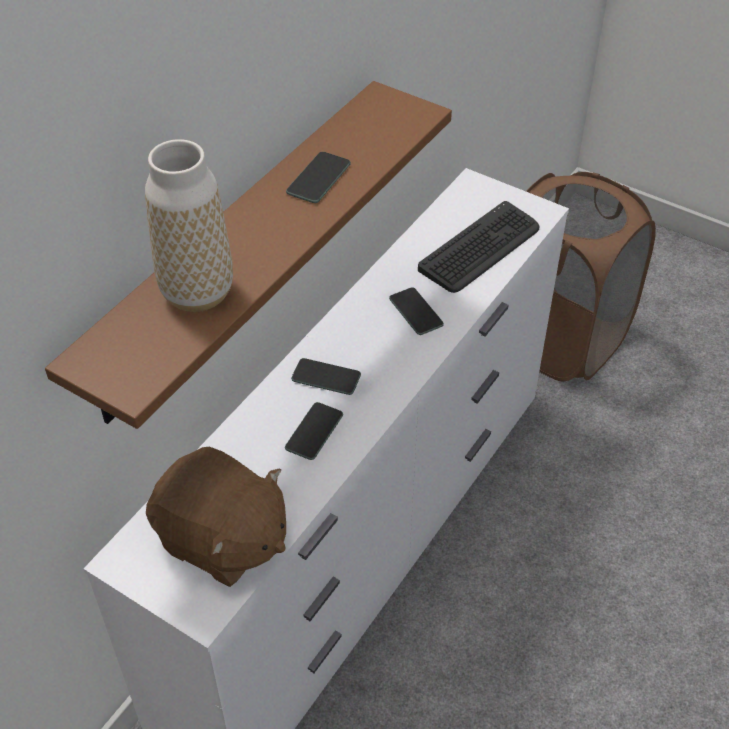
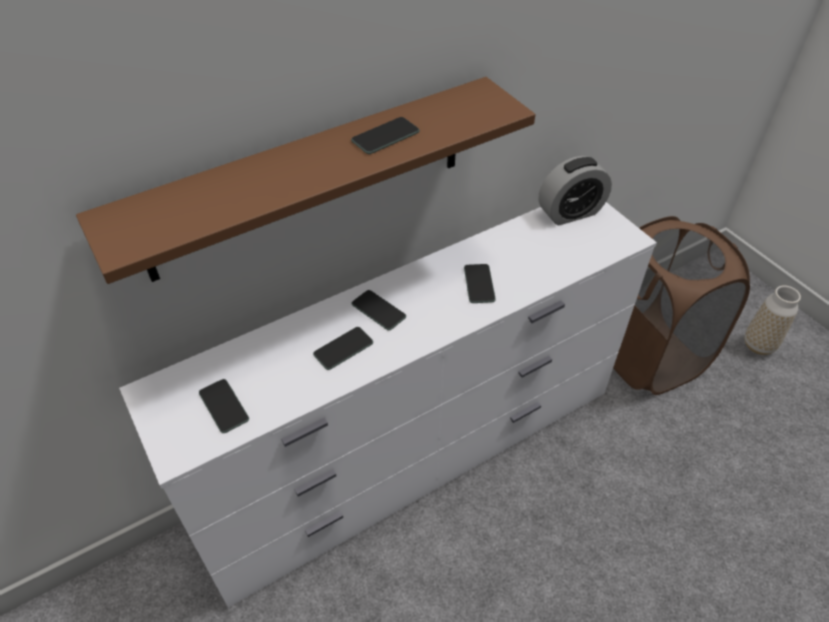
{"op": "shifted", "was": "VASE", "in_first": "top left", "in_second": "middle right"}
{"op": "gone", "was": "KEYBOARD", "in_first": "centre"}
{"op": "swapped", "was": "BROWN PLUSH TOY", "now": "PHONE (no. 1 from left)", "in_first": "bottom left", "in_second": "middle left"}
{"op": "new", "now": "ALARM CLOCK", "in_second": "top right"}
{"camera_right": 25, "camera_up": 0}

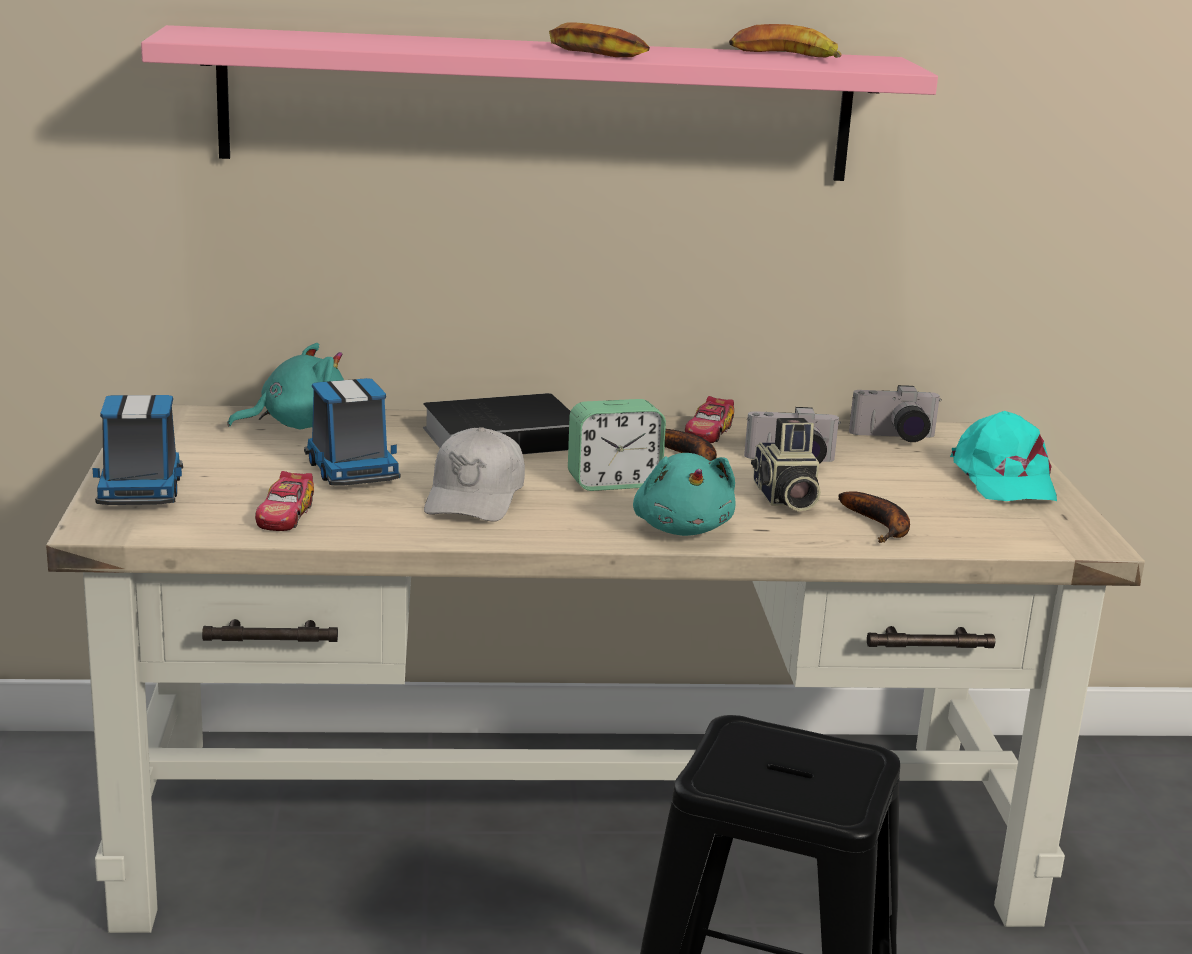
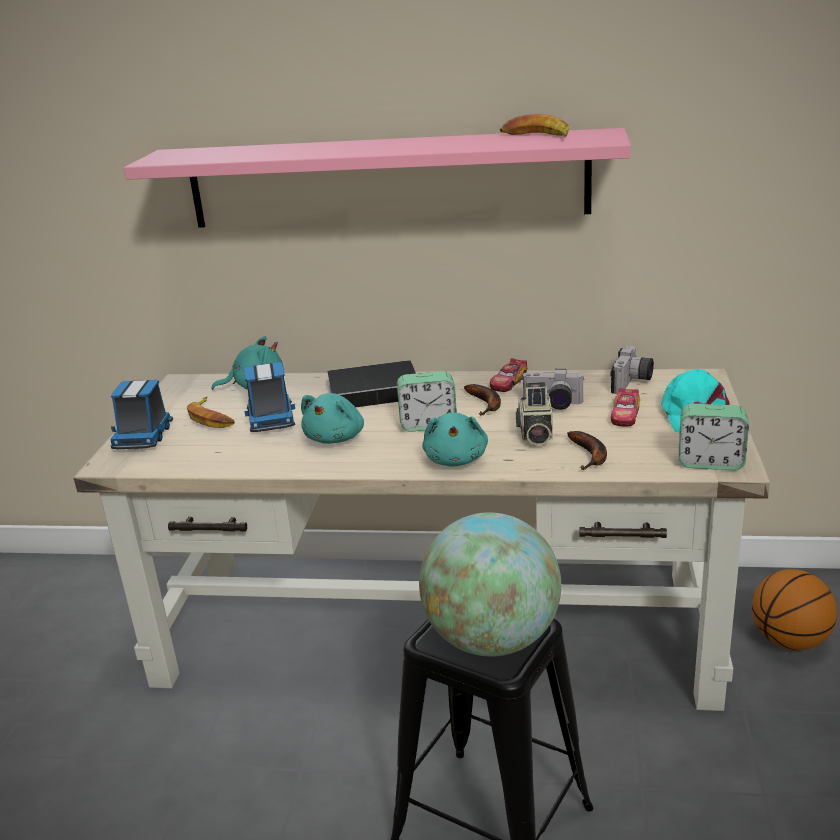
{"op": "shifted", "was": "BANANA (no. 1 from left)", "in_first": "top centre", "in_second": "middle left"}
{"op": "rotated", "was": "PHOTO CAMERA (no. 3 from left)", "in_first": "middle right", "in_second": "middle right", "clockwise": -75}
{"op": "swapped", "was": "WHITE CAP", "now": "TURQUOISE PLUSH TOY (no. 2 from left)", "in_first": "centre", "in_second": "centre"}
{"op": "shifted", "was": "TOY CAR (no. 1 from left in the first image)", "now": "TOY CAR (no. 2 from left)", "in_first": "middle left", "in_second": "middle right"}
{"op": "new", "now": "ALARM CLOCK (no. 2 from left)", "in_second": "middle right"}
{"op": "new", "now": "GLOBE", "in_second": "bottom centre"}
{"op": "new", "now": "BASKETBALL", "in_second": "bottom right"}
{"camera_right": 15, "camera_up": 5}

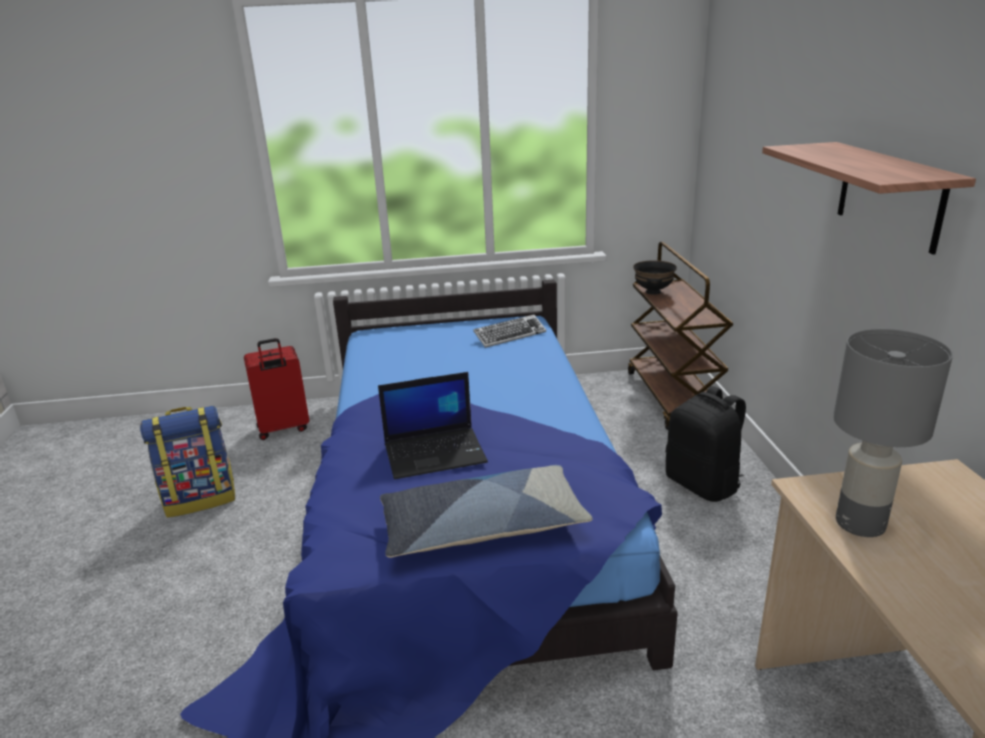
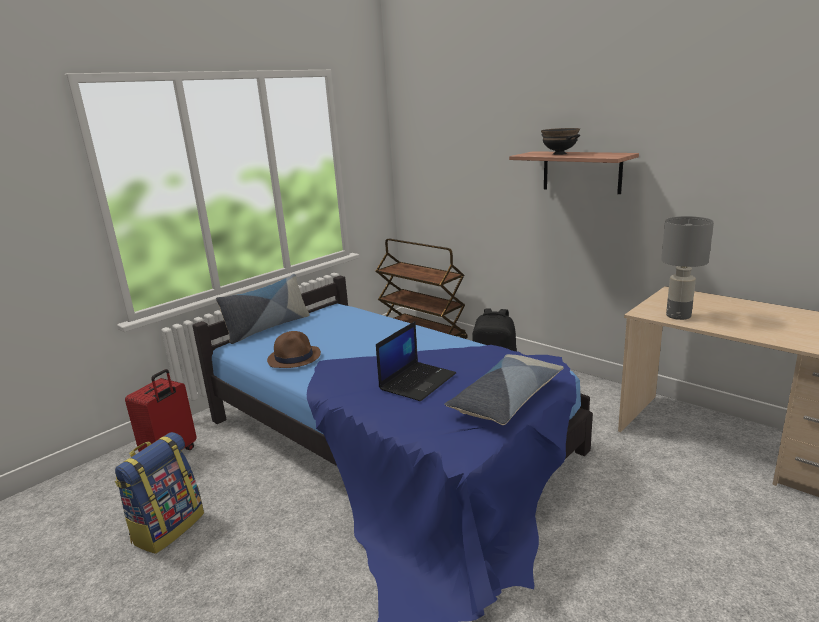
{"op": "shifted", "was": "BLACK BOWL", "in_first": "centre", "in_second": "top right"}
{"op": "gone", "was": "KEYBOARD", "in_first": "centre"}
{"op": "new", "now": "PILLOW (no. 1 from left)", "in_second": "middle left"}
{"op": "new", "now": "BROWN HAT", "in_second": "centre"}
{"camera_right": -40, "camera_up": -5}

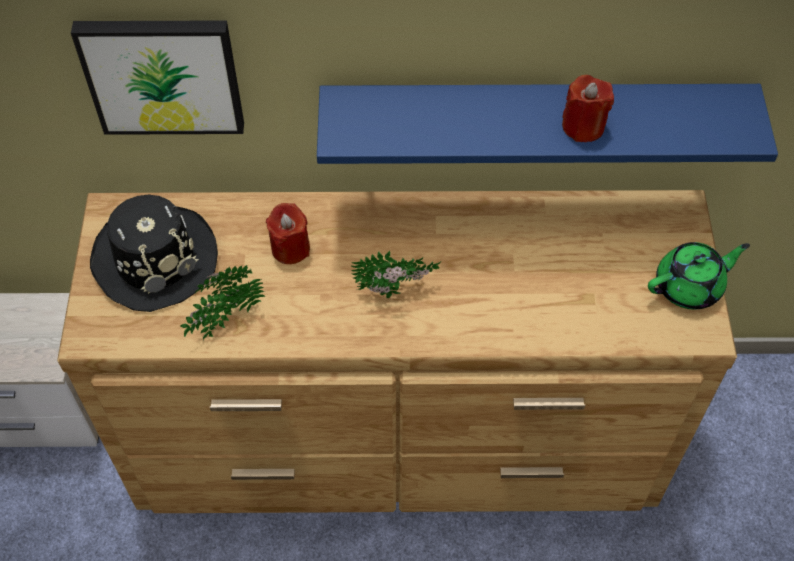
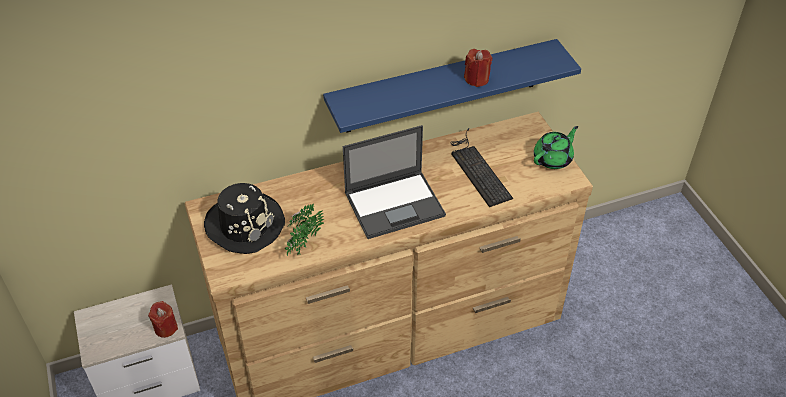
{"op": "gone", "was": "PICTURE", "in_first": "top left"}
{"op": "shifted", "was": "RED CANDLE (no. 1 from left)", "in_first": "centre", "in_second": "bottom left"}
{"op": "swapped", "was": "POTTED PLANT (no. 2 from left)", "now": "LAPTOP", "in_first": "centre", "in_second": "centre"}
{"op": "new", "now": "KEYBOARD", "in_second": "centre"}
{"camera_right": -20, "camera_up": -10}

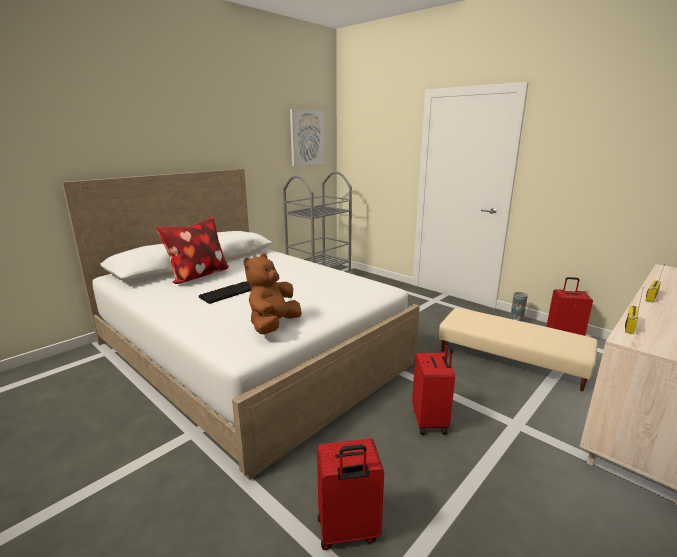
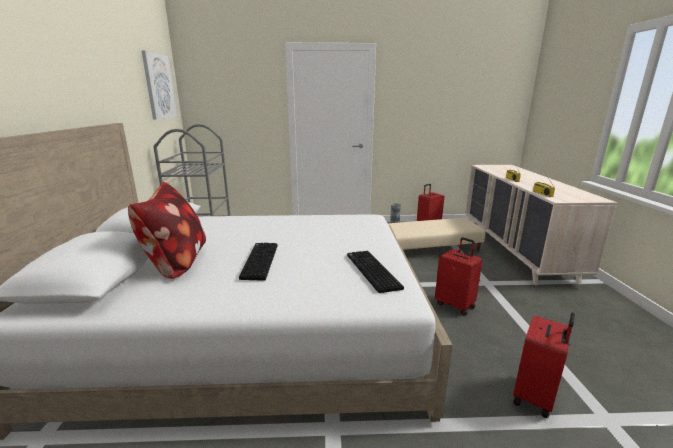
{"op": "swapped", "was": "BROWN PLUSH TOY", "now": "KEYBOARD (no. 2 from left)", "in_first": "centre", "in_second": "centre"}
{"camera_right": -45, "camera_up": 0}

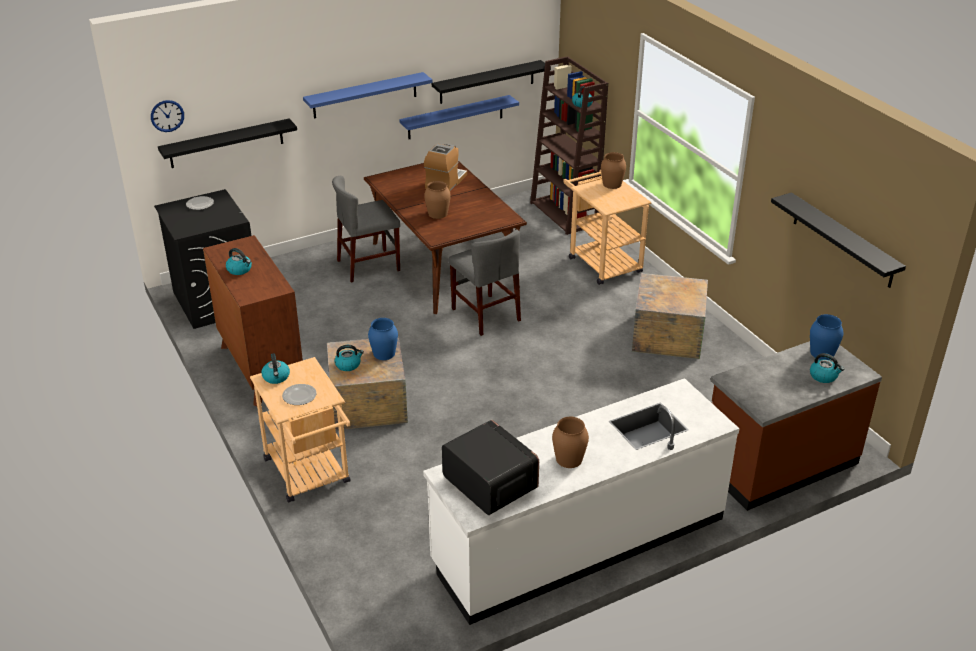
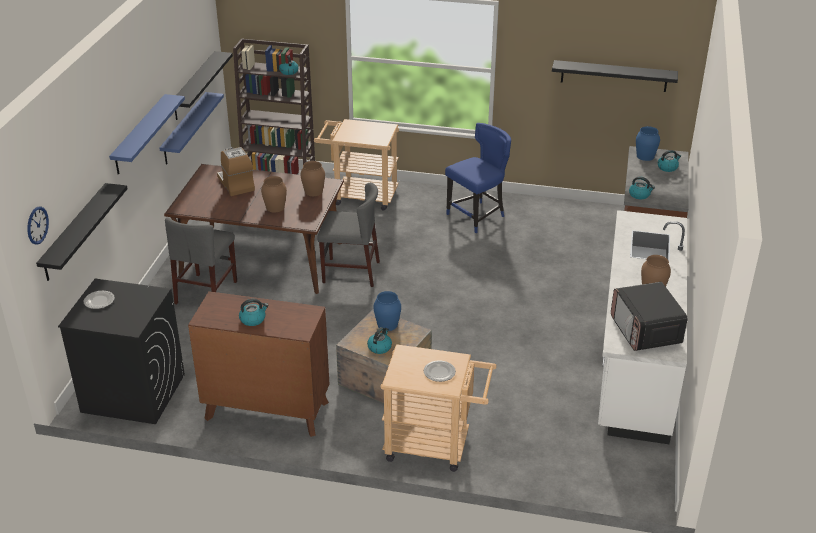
{"op": "shifted", "was": "BROWN VASE (no. 3 from left in the first image)", "now": "BROWN VASE (no. 2 from left)", "in_first": "top centre", "in_second": "centre"}
{"op": "swapped", "was": "CRATE (no. 2 from left)", "now": "BLUE CHAIR", "in_first": "middle right", "in_second": "centre"}
{"op": "shifted", "was": "KETTLE (no. 2 from left in the first image)", "now": "KETTLE (no. 4 from left)", "in_first": "middle left", "in_second": "middle right"}
{"op": "rotated", "was": "MICROWAVE", "in_first": "bottom centre", "in_second": "middle right", "clockwise": -105}
{"camera_right": -50, "camera_up": 0}

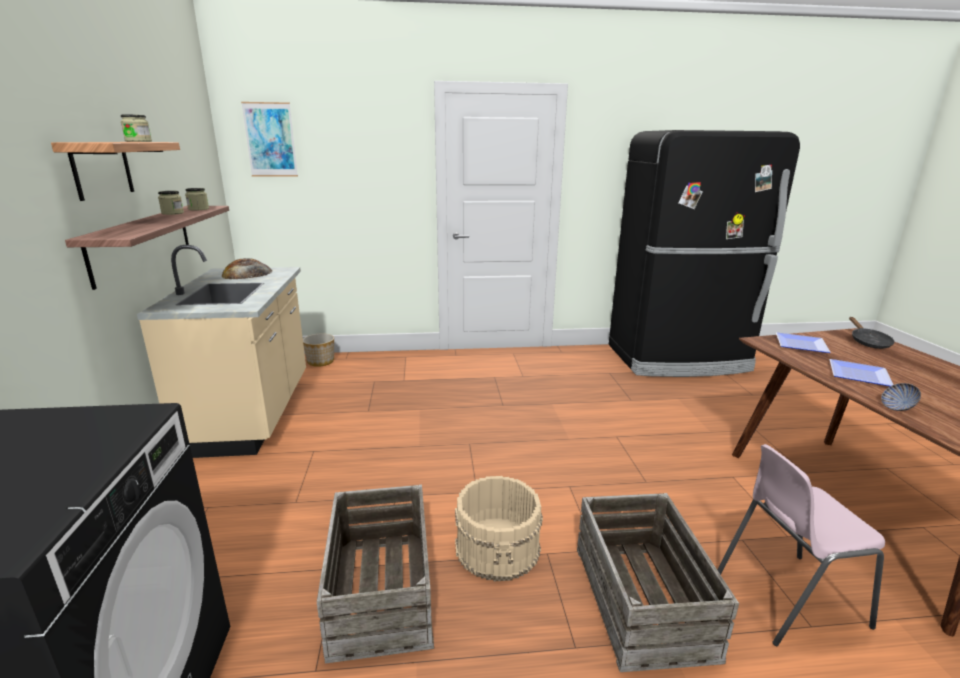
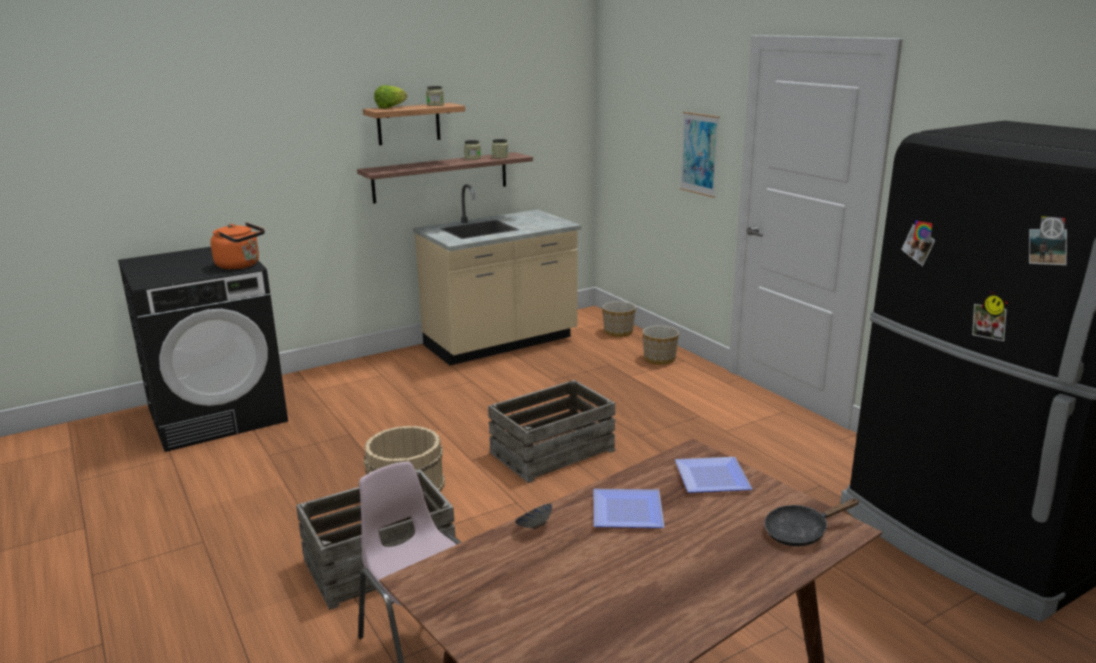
{"op": "shifted", "was": "PICTURE", "in_first": "top left", "in_second": "top centre"}
{"op": "gone", "was": "BREAD", "in_first": "middle left"}
{"op": "shifted", "was": "CRATE (no. 1 from left in the first image)", "now": "CRATE (no. 2 from left)", "in_first": "bottom centre", "in_second": "centre"}
{"op": "new", "now": "LETTUCE", "in_second": "top centre"}
{"op": "new", "now": "ORANGE KETTLE", "in_second": "middle left"}
{"op": "new", "now": "PLANTER (no. 2 from left)", "in_second": "centre"}
{"camera_right": 65, "camera_up": 0}

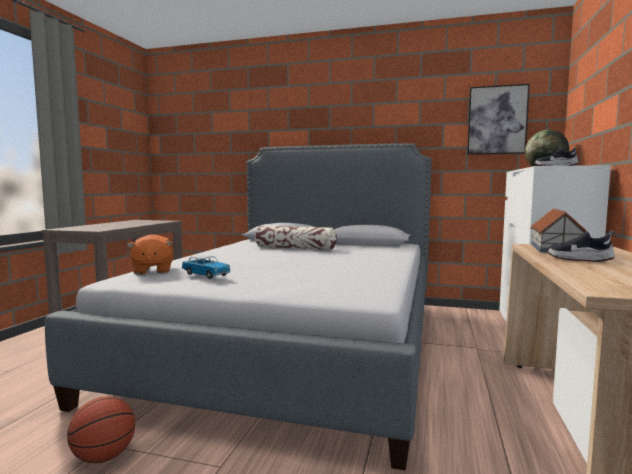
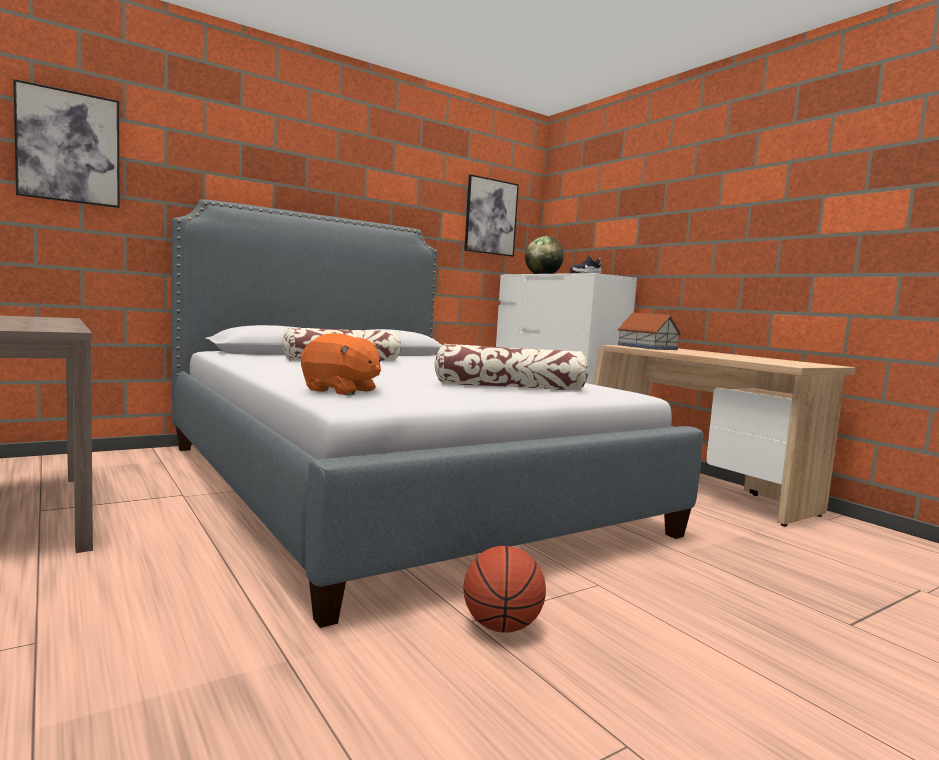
{"op": "gone", "was": "SHOE (no. 2 from left)", "in_first": "middle right"}
{"op": "gone", "was": "TOY CAR", "in_first": "middle left"}
{"op": "new", "now": "PICTURE (no. 1 from left)", "in_second": "top left"}
{"op": "new", "now": "PILLOW (no. 2 from left)", "in_second": "centre"}
{"camera_right": -50, "camera_up": 0}

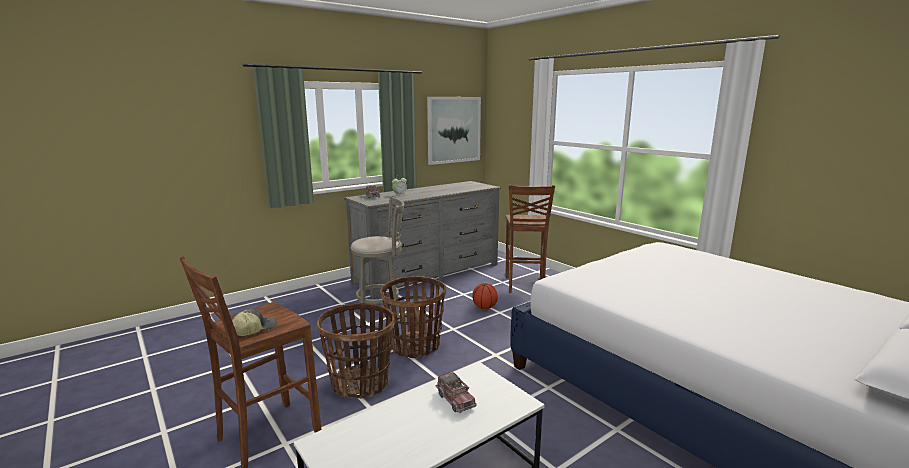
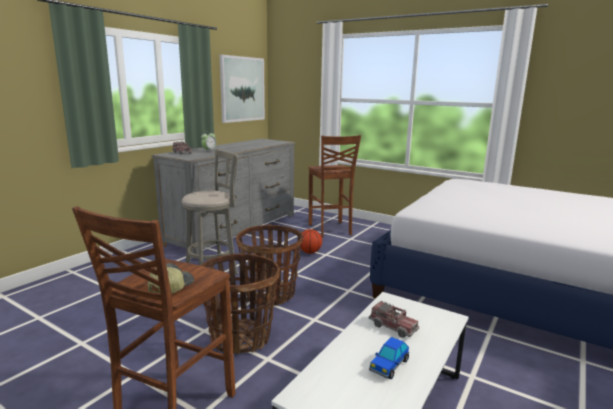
{"op": "new", "now": "TOY CAR", "in_second": "bottom centre"}
{"camera_right": -20, "camera_up": 0}

